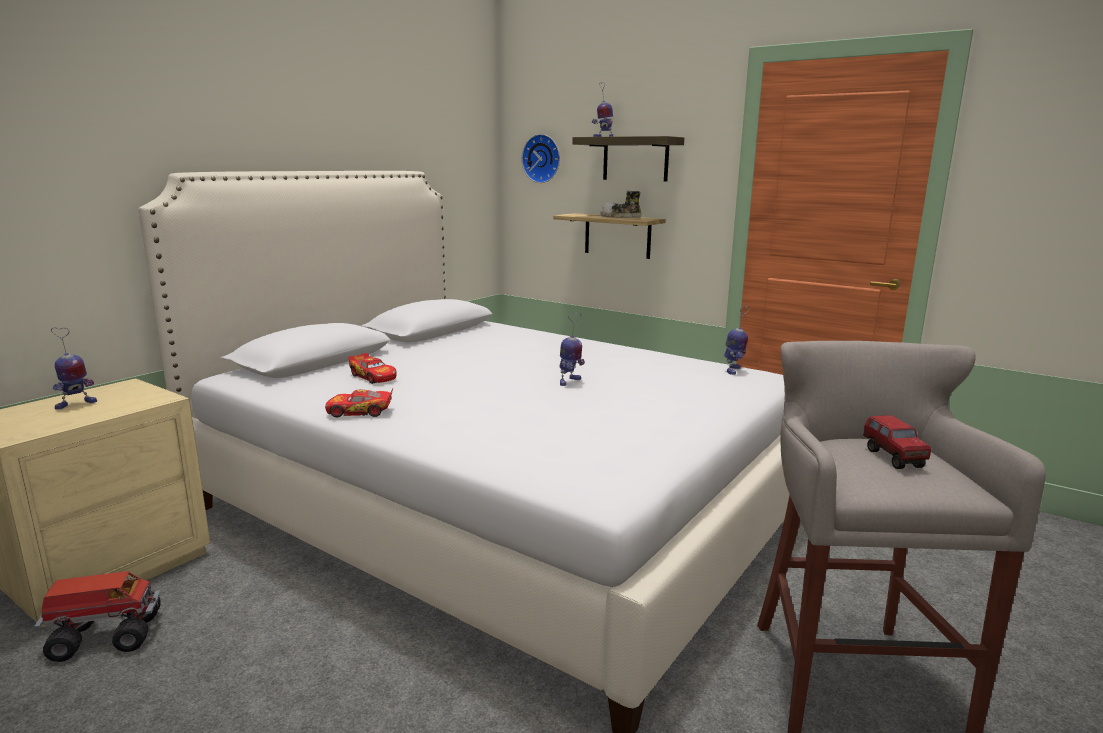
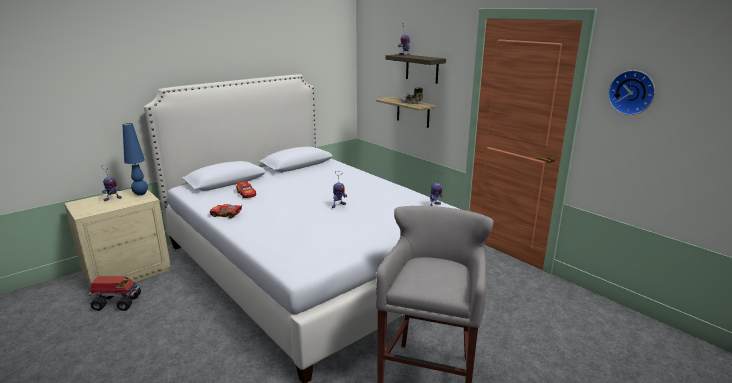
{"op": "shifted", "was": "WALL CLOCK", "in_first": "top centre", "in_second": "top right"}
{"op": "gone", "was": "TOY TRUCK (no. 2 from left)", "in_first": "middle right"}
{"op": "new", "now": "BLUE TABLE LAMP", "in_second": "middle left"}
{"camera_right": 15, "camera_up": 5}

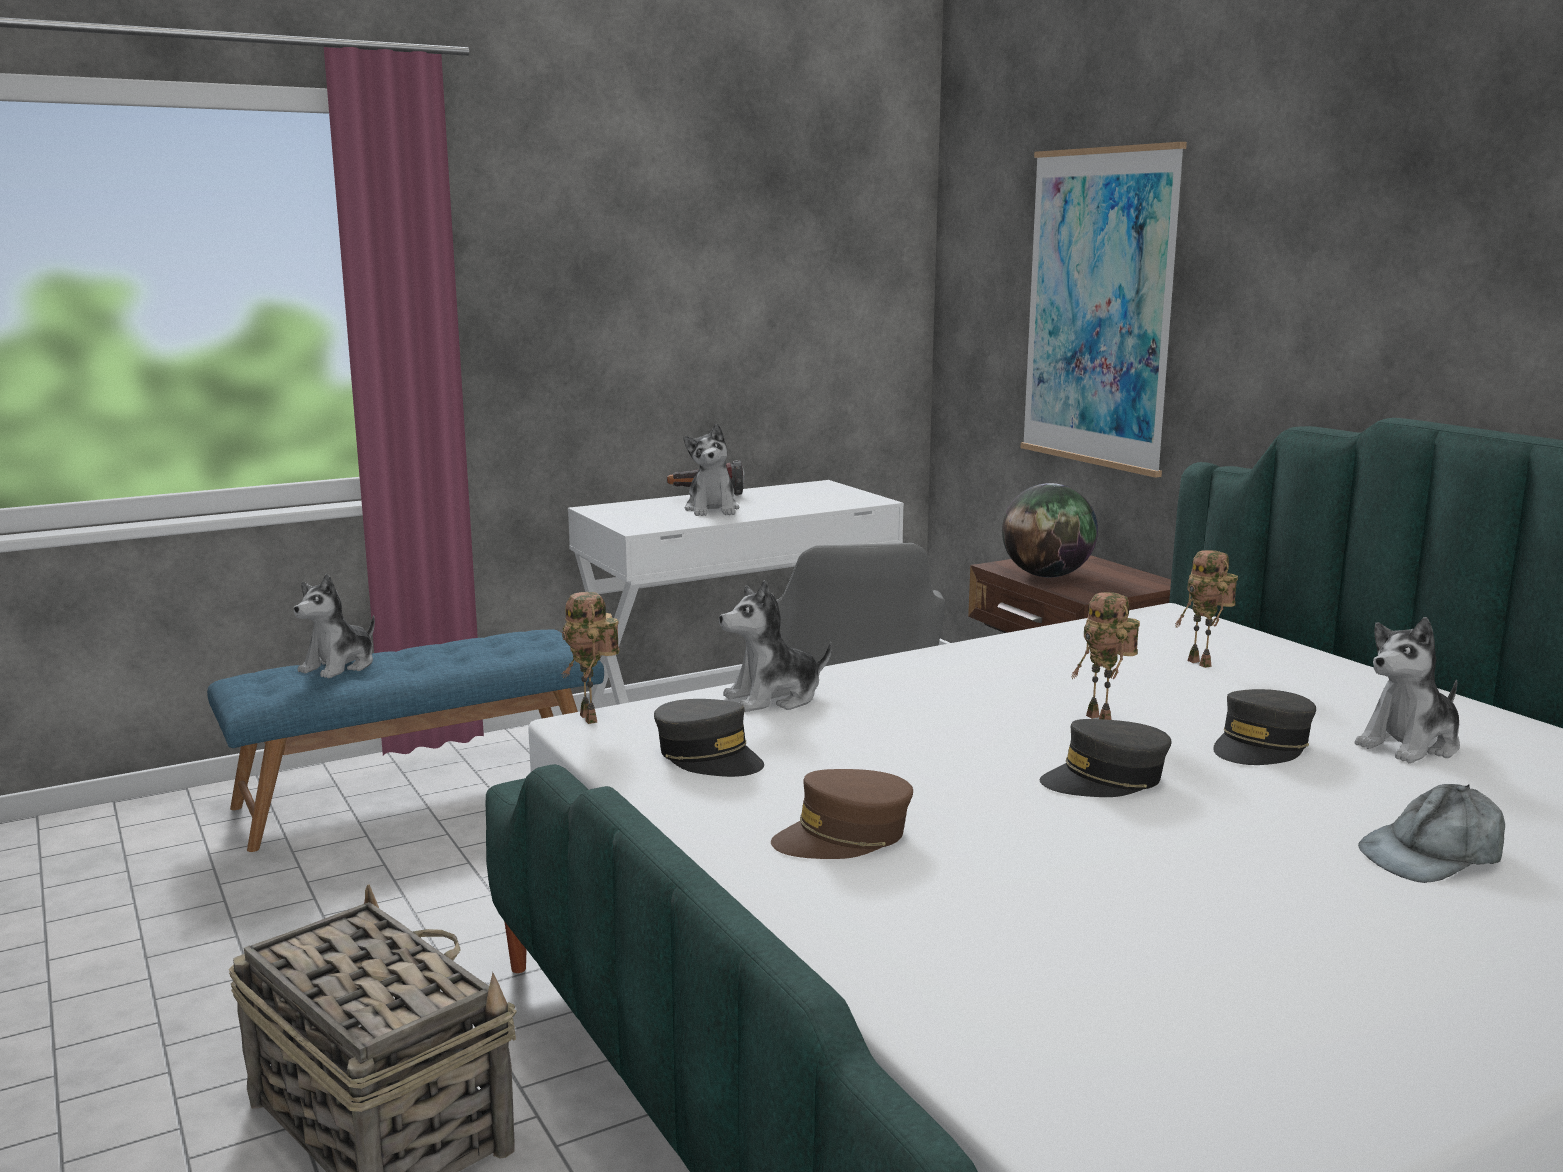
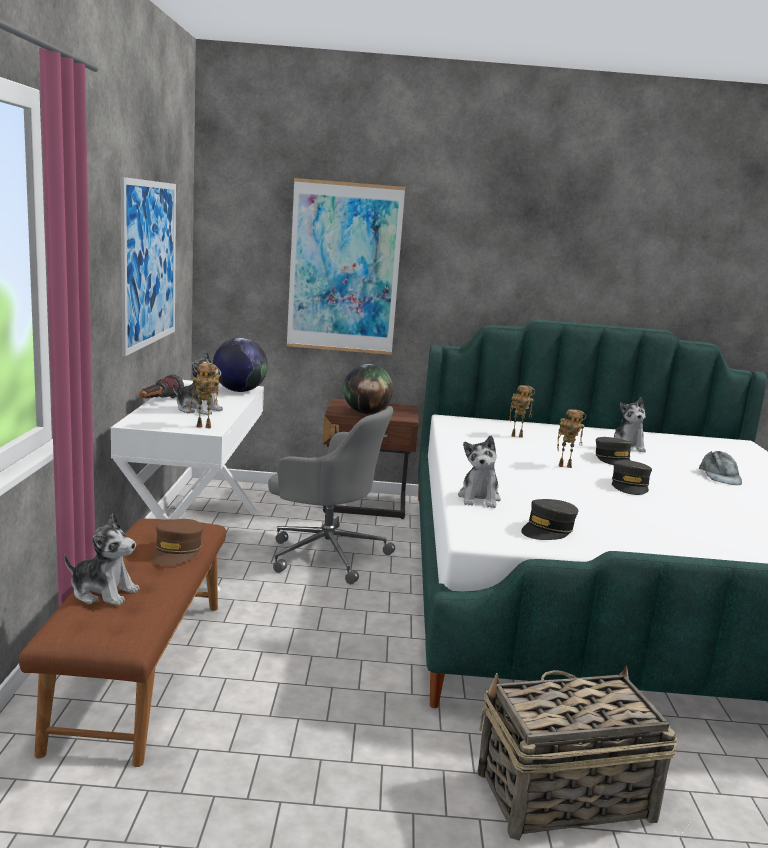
{"op": "rotated", "was": "PLUSH TOY (no. 1 from left)", "in_first": "middle left", "in_second": "middle left", "clockwise": -45}
{"op": "shifted", "was": "TOY ROBOT (no. 1 from left)", "in_first": "centre", "in_second": "middle left"}
{"op": "repainted", "was": "BLUE BENCH", "now": "BROWN BENCH", "in_first": "middle left", "in_second": "bottom left"}
{"op": "rotated", "was": "GREY CAP (no. 1 from left)", "in_first": "centre", "in_second": "middle right", "clockwise": 150}
{"op": "shifted", "was": "BROWN CAP", "in_first": "bottom centre", "in_second": "middle left"}
{"op": "new", "now": "PICTURE (no. 1 from left)", "in_second": "top left"}
{"op": "new", "now": "GLOBE (no. 1 from left)", "in_second": "middle left"}
{"camera_right": -60, "camera_up": 0}

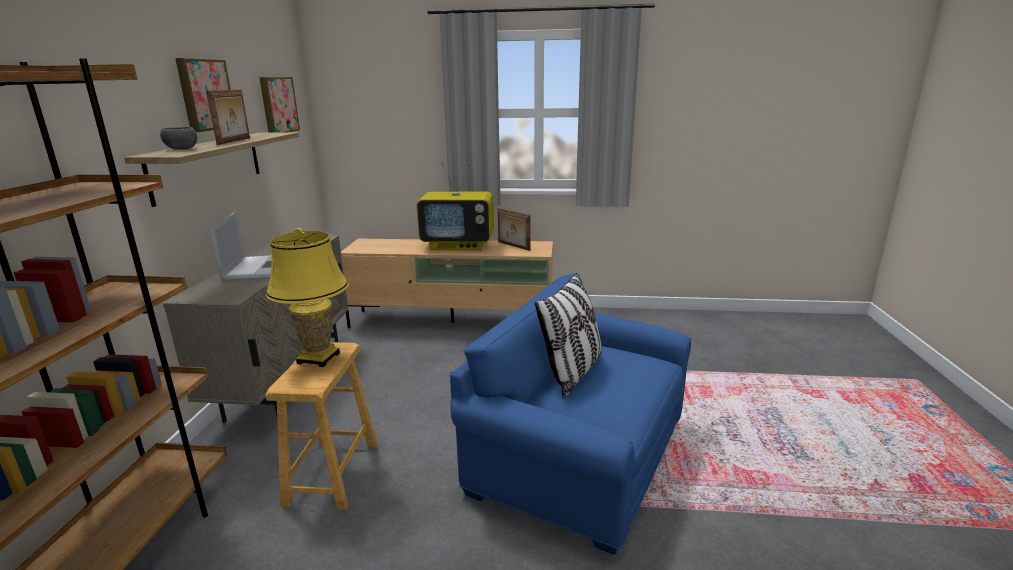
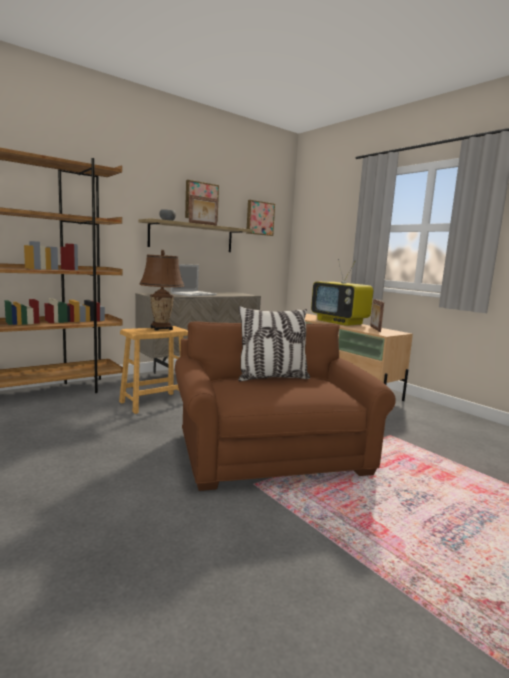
{"op": "repainted", "was": "YELLOW TABLE LAMP", "now": "BROWN TABLE LAMP", "in_first": "middle left", "in_second": "middle left"}
{"op": "repainted", "was": "BLUE ARMCHAIR", "now": "BROWN ARMCHAIR", "in_first": "bottom centre", "in_second": "centre"}
{"camera_right": 45, "camera_up": -10}

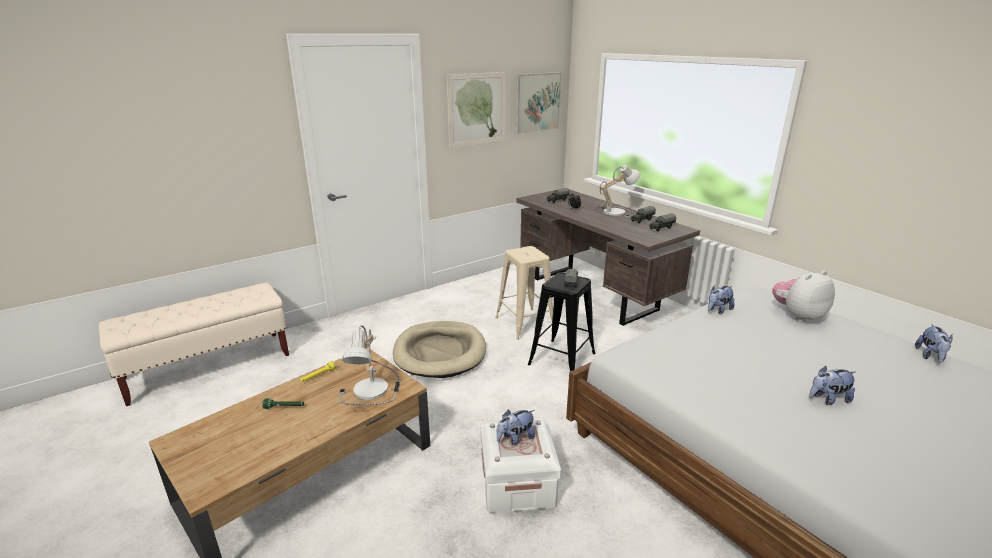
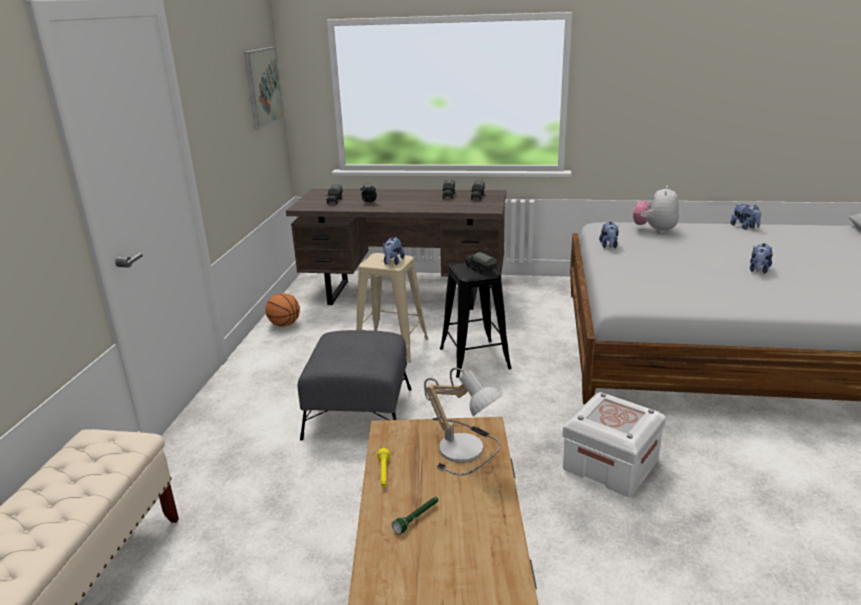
{"op": "gone", "was": "PICTURE (no. 1 from left)", "in_first": "top centre"}
{"op": "gone", "was": "TABLE LAMP (no. 2 from left)", "in_first": "centre"}
{"op": "swapped", "was": "BEIGE DOG BED", "now": "GREY OTTOMAN", "in_first": "centre", "in_second": "centre"}
{"op": "shifted", "was": "PLUSH TOY (no. 1 from left)", "in_first": "bottom centre", "in_second": "centre"}
{"op": "new", "now": "BASKETBALL", "in_second": "middle left"}
{"camera_right": -45, "camera_up": 0}

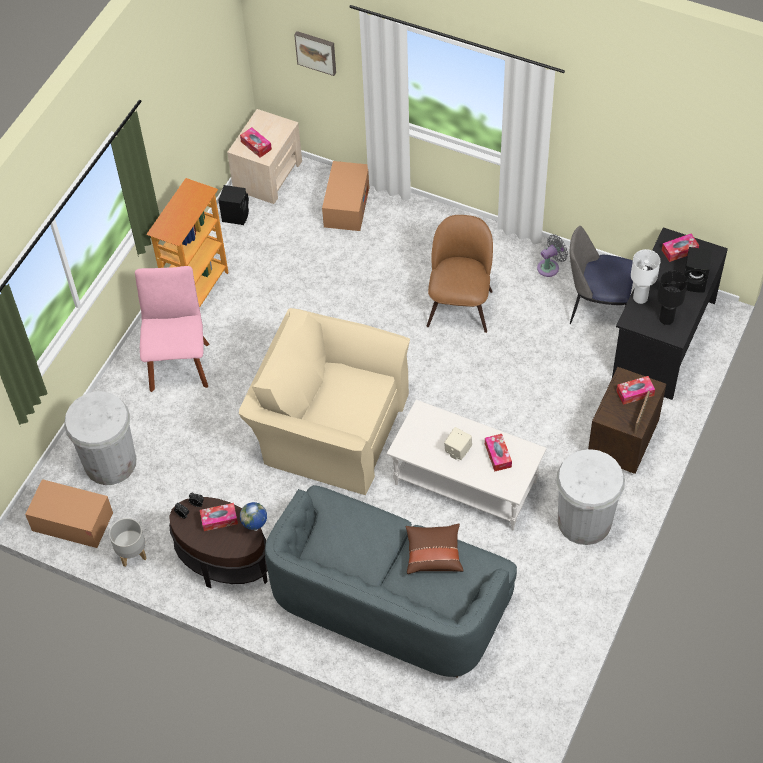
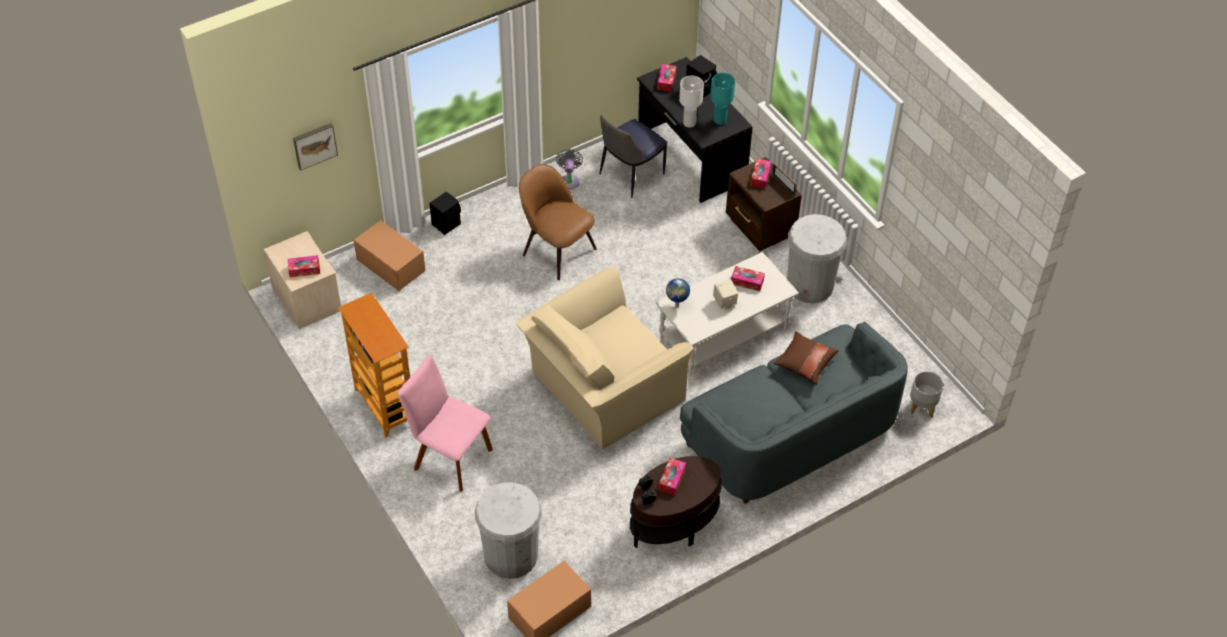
{"op": "shifted", "was": "BLACK SPEAKER (no. 1 from left)", "in_first": "top left", "in_second": "centre"}
{"op": "repainted", "was": "BLACK TABLE LAMP", "now": "TURQUOISE TABLE LAMP", "in_first": "middle right", "in_second": "top centre"}
{"op": "shifted", "was": "GLOBE", "in_first": "bottom left", "in_second": "centre"}
{"op": "shifted", "was": "GREY PLANTER", "in_first": "bottom left", "in_second": "middle right"}
{"camera_right": -60, "camera_up": -5}

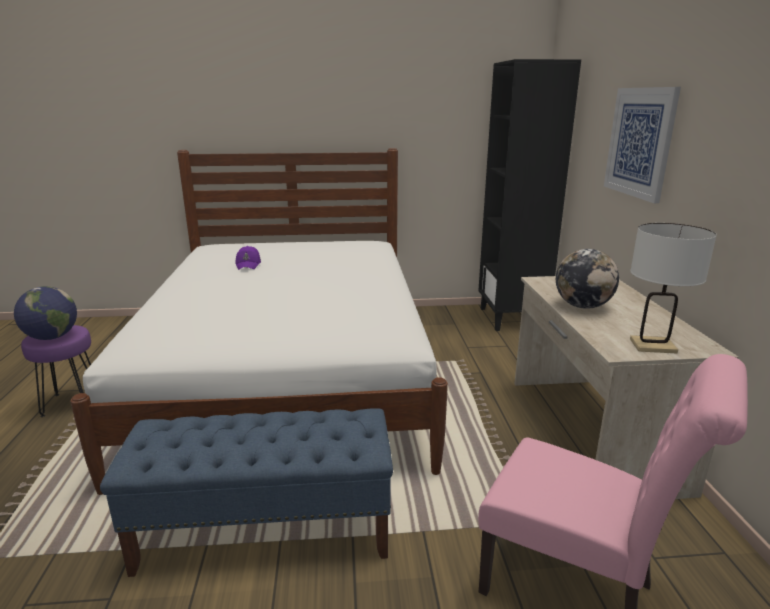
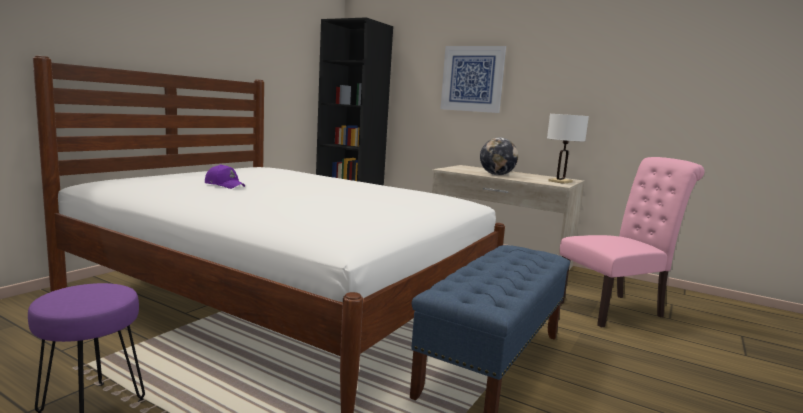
{"op": "gone", "was": "GLOBE (no. 1 from left)", "in_first": "middle left"}
{"camera_right": -55, "camera_up": -10}

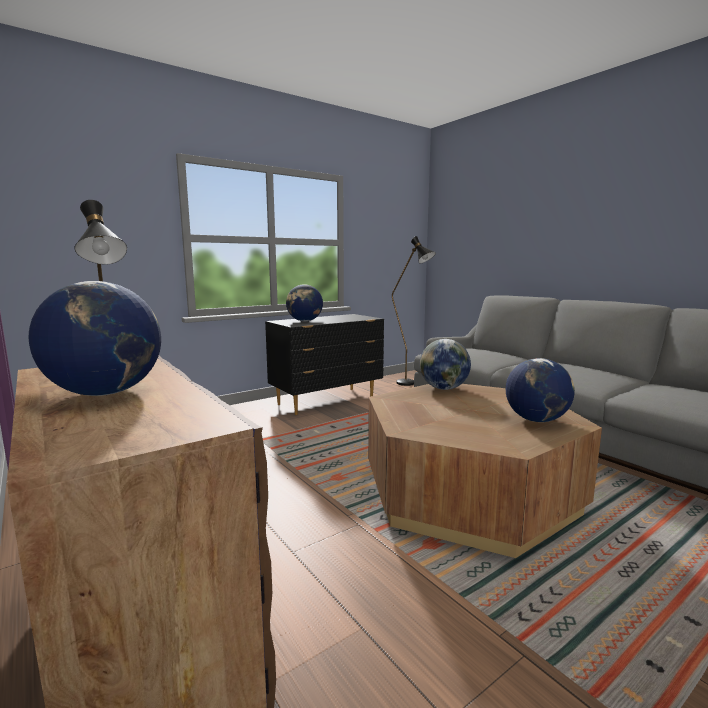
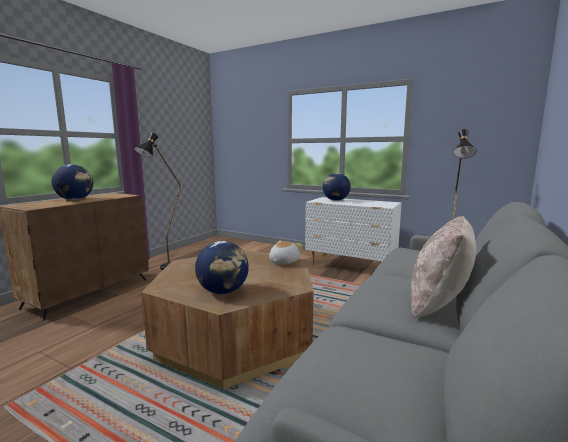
{"op": "repainted", "was": "BLACK DRESSER", "now": "WHITE DRESSER", "in_first": "centre", "in_second": "centre"}
{"op": "swapped", "was": "GLOBE (no. 3 from left)", "now": "PLUSH TOY", "in_first": "centre", "in_second": "centre"}
{"op": "new", "now": "BEIGE PILLOW", "in_second": "middle right"}
{"camera_right": 65, "camera_up": 0}

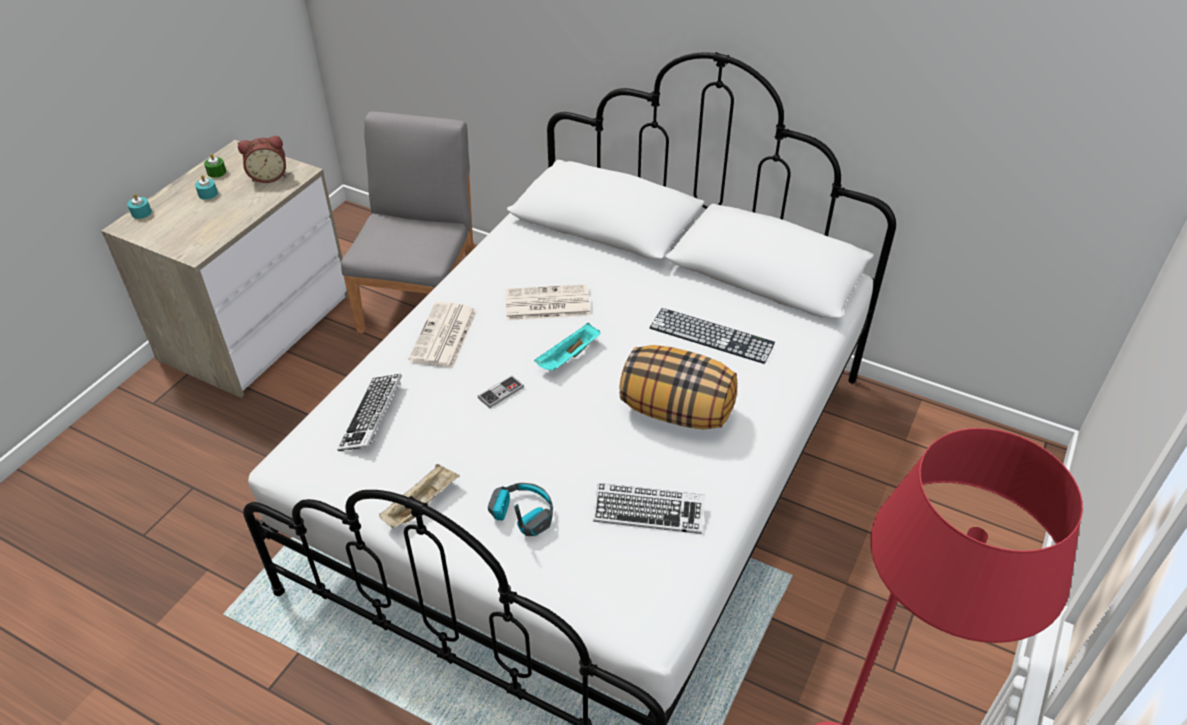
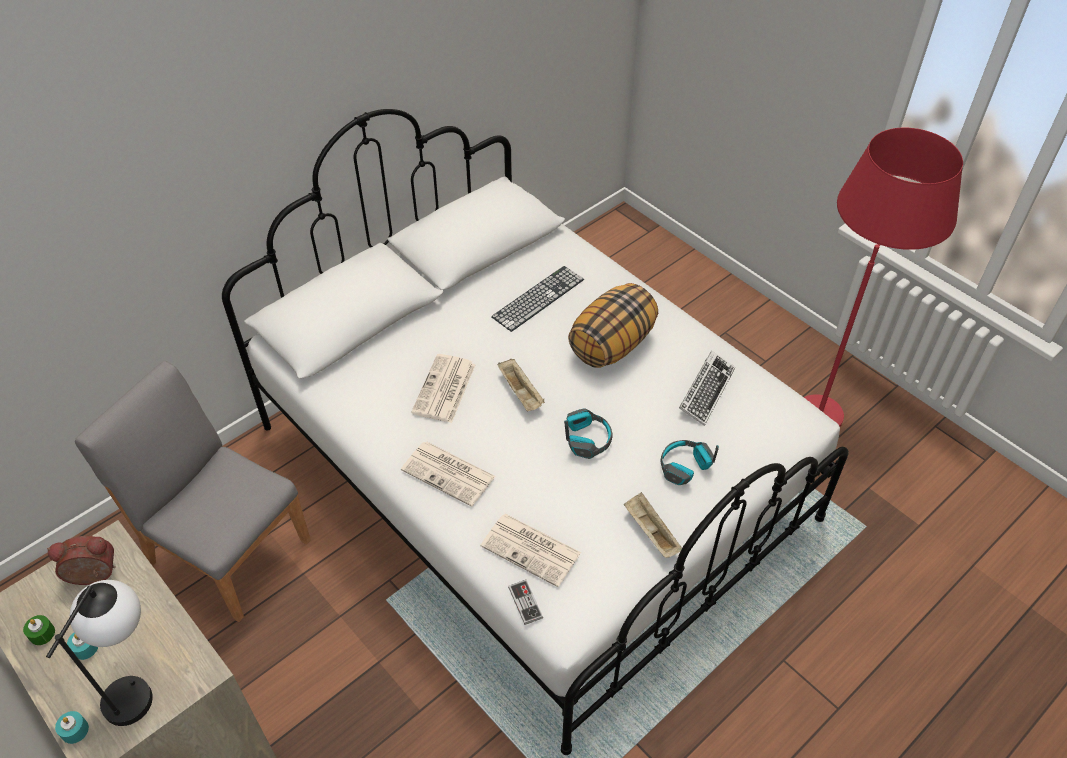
{"op": "rotated", "was": "ALARM CLOCK", "in_first": "top left", "in_second": "bottom left", "clockwise": -105}
{"op": "repainted", "was": "TURQUOISE TRAY", "now": "BEIGE TRAY (no. 1 from left)", "in_first": "centre", "in_second": "centre"}
{"op": "swapped", "was": "KEYBOARD (no. 1 from left)", "now": "NEWSPAPER (no. 3 from left)", "in_first": "middle left", "in_second": "bottom centre"}
{"op": "shifted", "was": "GAME CONTROLLER", "in_first": "centre", "in_second": "bottom centre"}
{"op": "new", "now": "HEADPHONES (no. 1 from left)", "in_second": "centre"}
{"op": "new", "now": "TABLE LAMP", "in_second": "bottom left"}
{"camera_right": -70, "camera_up": 5}

